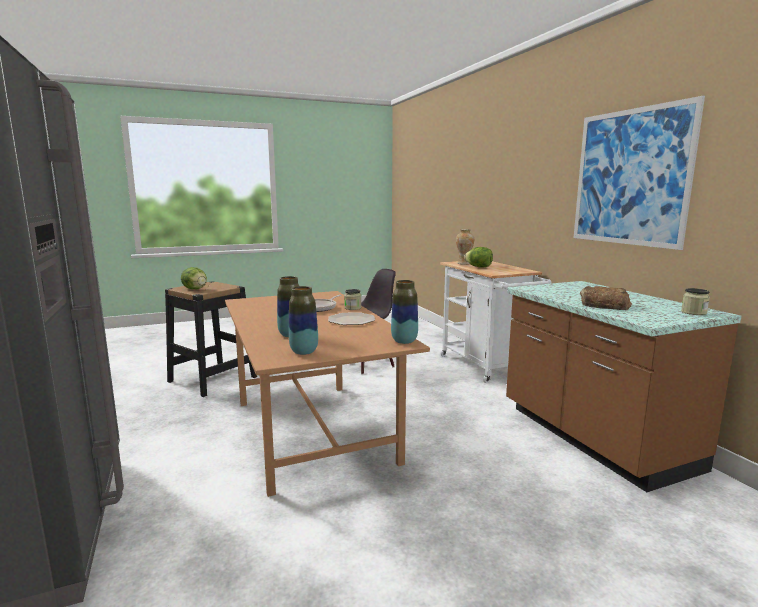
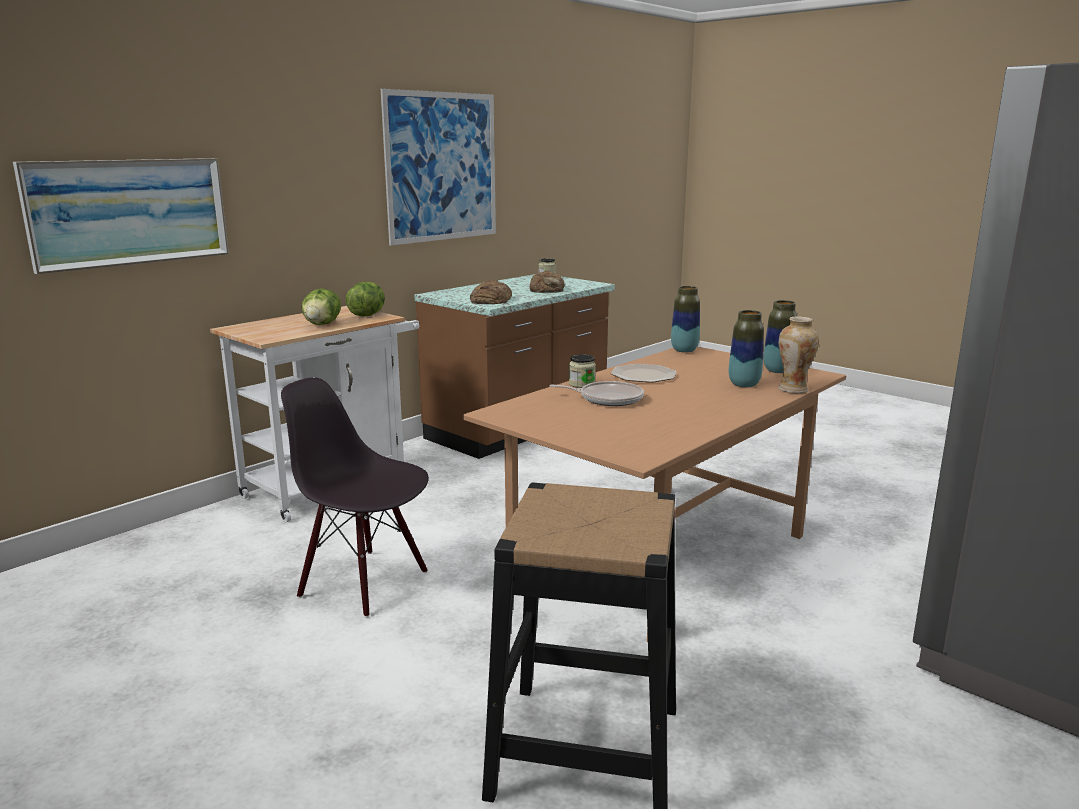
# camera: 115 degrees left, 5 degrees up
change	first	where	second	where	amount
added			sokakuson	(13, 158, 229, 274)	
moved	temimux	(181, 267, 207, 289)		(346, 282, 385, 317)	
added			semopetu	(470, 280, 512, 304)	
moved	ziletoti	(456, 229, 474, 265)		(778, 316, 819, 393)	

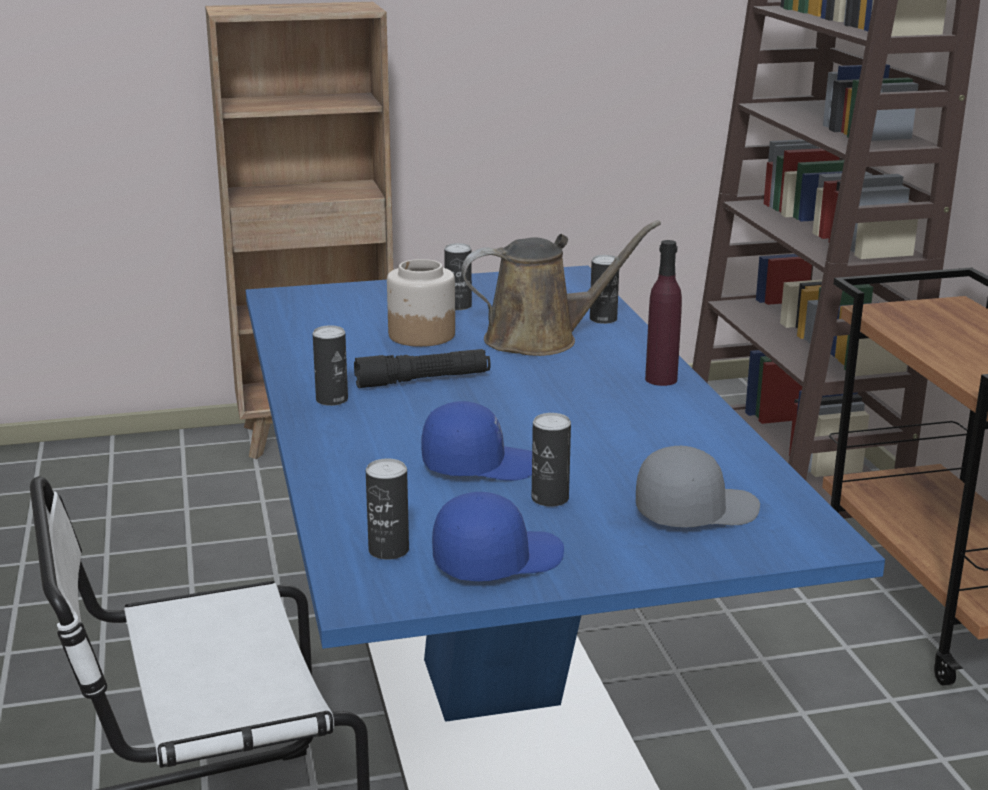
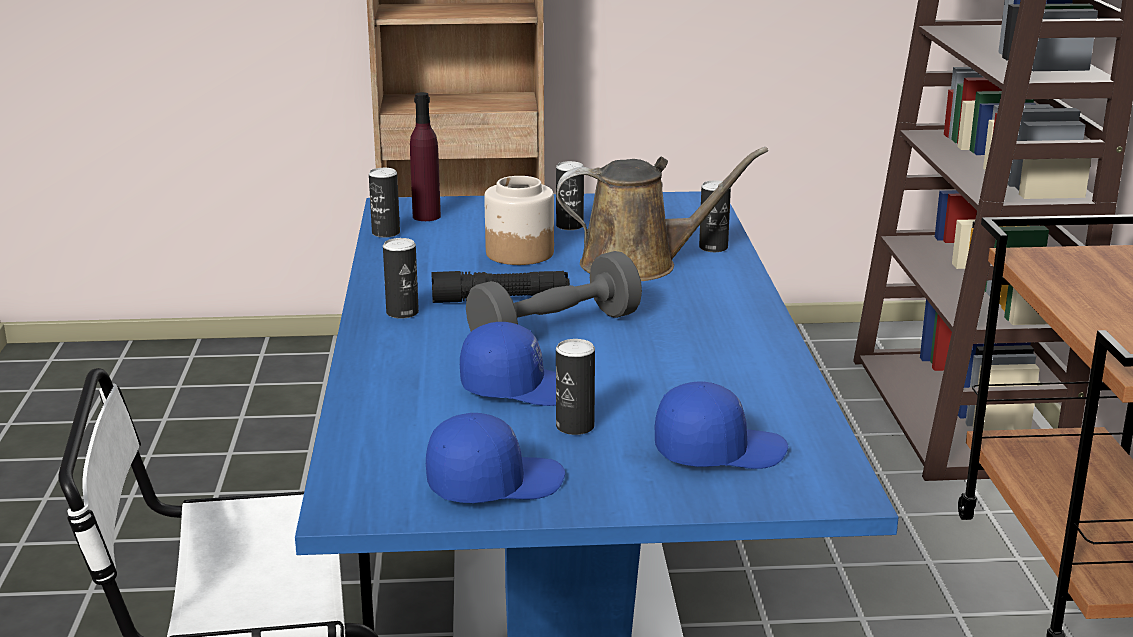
# camera: 10 degrees right, 0 degrees up
change	first	where	second	where	amount
moved	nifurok	(366, 459, 409, 560)		(369, 168, 400, 238)	
moved	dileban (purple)	(645, 240, 682, 386)		(410, 92, 441, 221)	
added			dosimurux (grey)	(466, 251, 642, 331)	
recoloured	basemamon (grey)	(636, 446, 760, 528)	basemamon (blue)	(655, 381, 788, 469)	

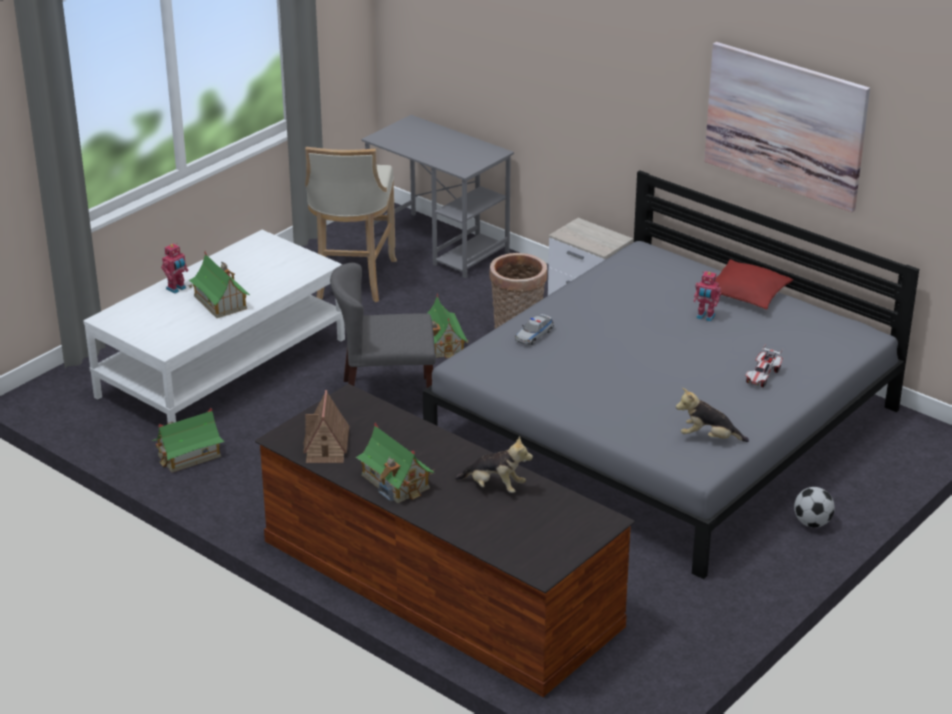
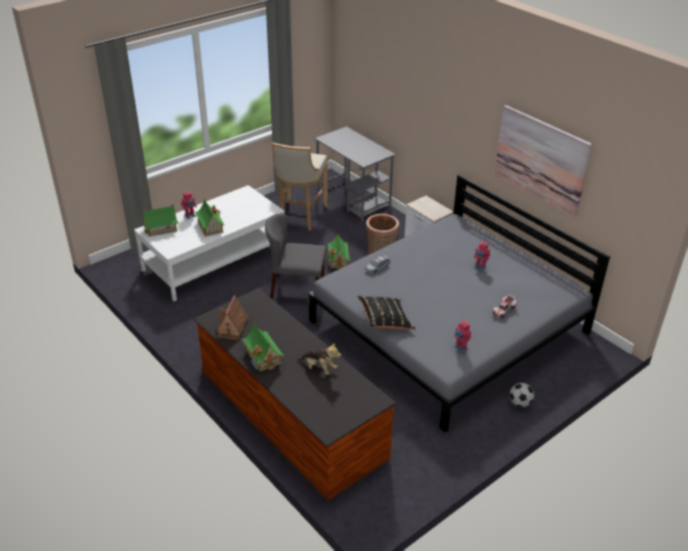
# camera: 10 degrees right, 5 degrees up
change	first	where	second	where	amount
moved	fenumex	(152, 408, 225, 472)		(142, 204, 179, 237)	
added			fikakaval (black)	(357, 296, 415, 330)	
replaced	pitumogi	(676, 388, 749, 442)	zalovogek	(453, 320, 471, 353)	
removed	fikakaval (red)	(715, 259, 793, 310)			

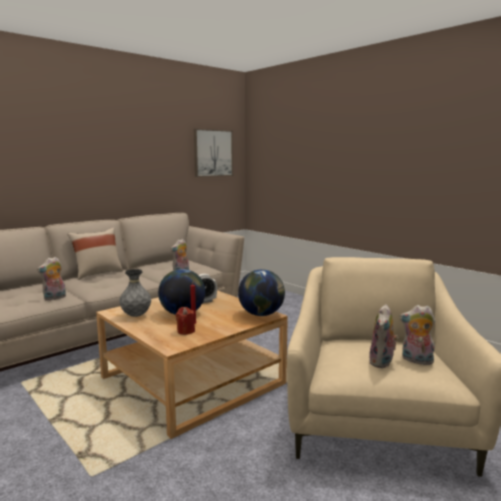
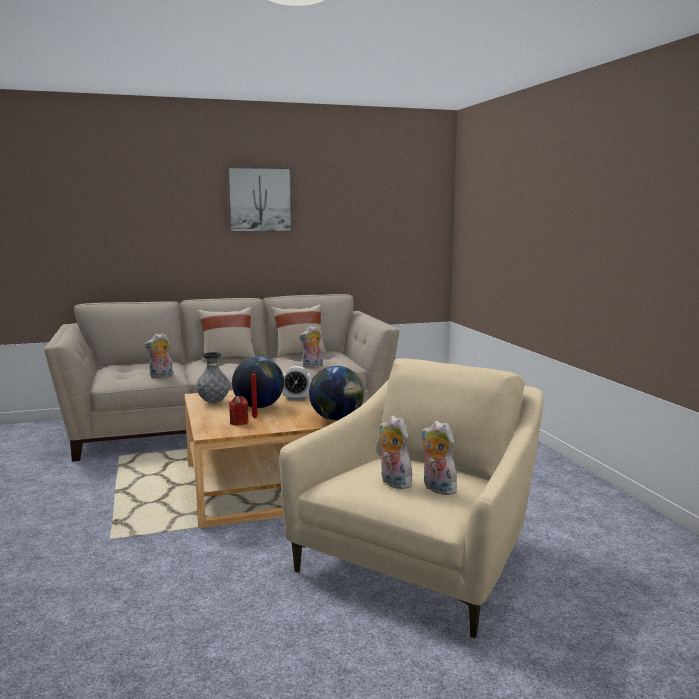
# camera: 25 degrees right, 0 degrees up
change	first	where	second	where	amount
moved	sokakuson	(194, 129, 233, 177)		(227, 166, 293, 233)	
added			fikakaval (beige)	(271, 304, 326, 358)	
turned	pitumogi	(369, 304, 399, 368)		(379, 416, 412, 489)	90 degrees clockwise

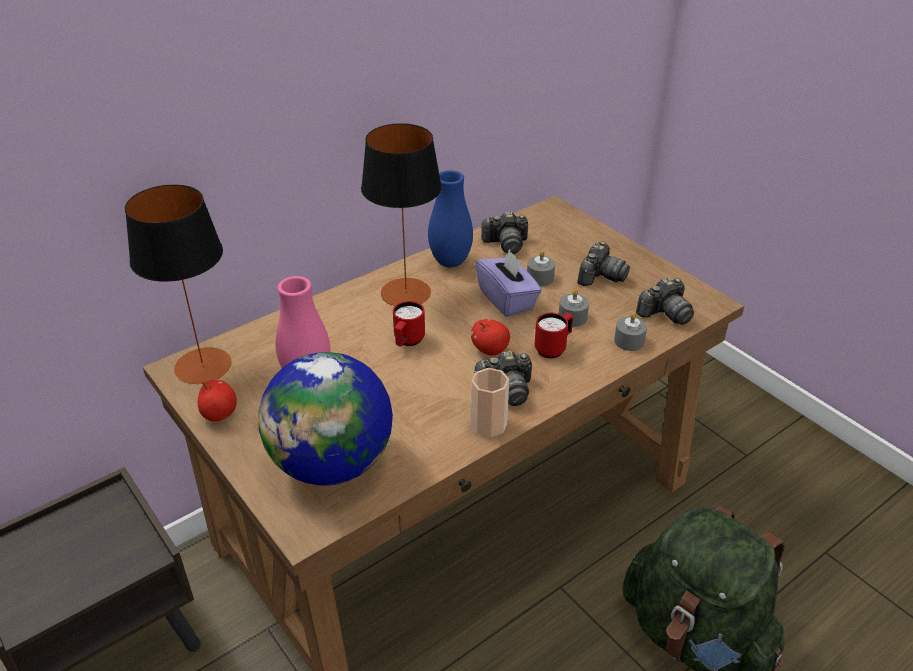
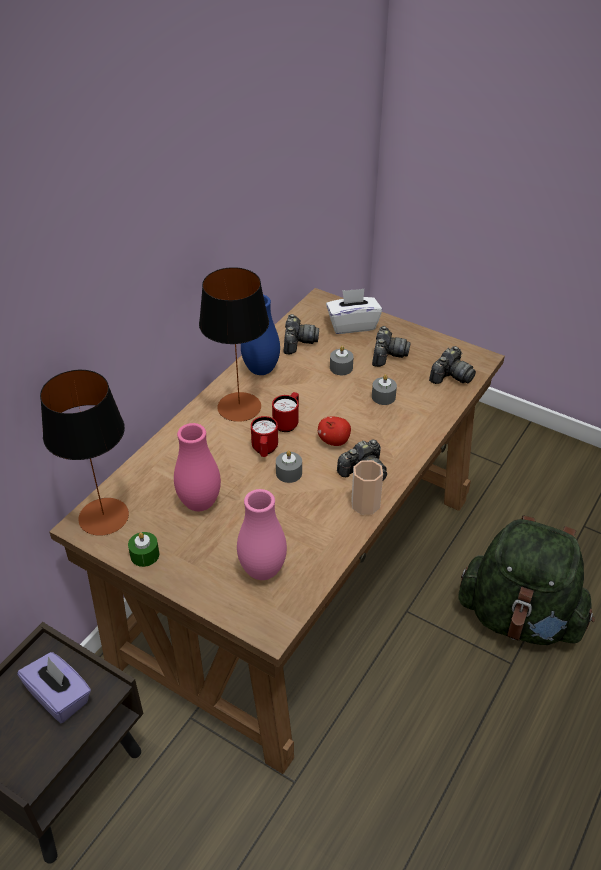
# camera: 20 degrees left, 5 degrees up
change	first	where	second	where	amount
moved	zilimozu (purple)	(475, 249, 542, 317)		(17, 652, 91, 723)	
replaced	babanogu	(198, 379, 237, 421)	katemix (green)	(128, 532, 159, 567)	
replaced	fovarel	(258, 352, 393, 486)	ziletoti (pink)	(237, 489, 287, 580)	
moved	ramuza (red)	(535, 313, 573, 358)		(272, 392, 299, 432)	
moved	katemix (grey)	(614, 312, 647, 351)		(276, 450, 302, 483)	
turned	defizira	(480, 211, 528, 254)		(284, 314, 319, 354)	60 degrees counterclockwise
added			zilimozu (white)	(326, 289, 382, 334)	

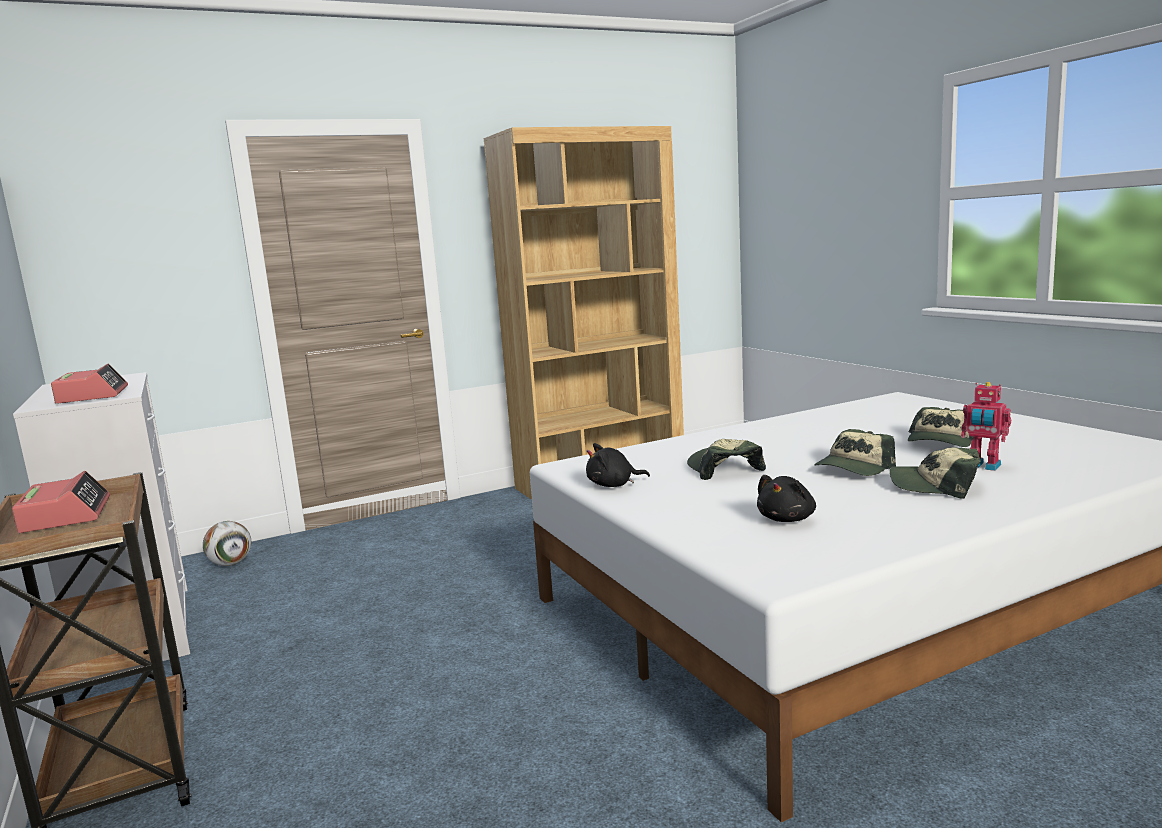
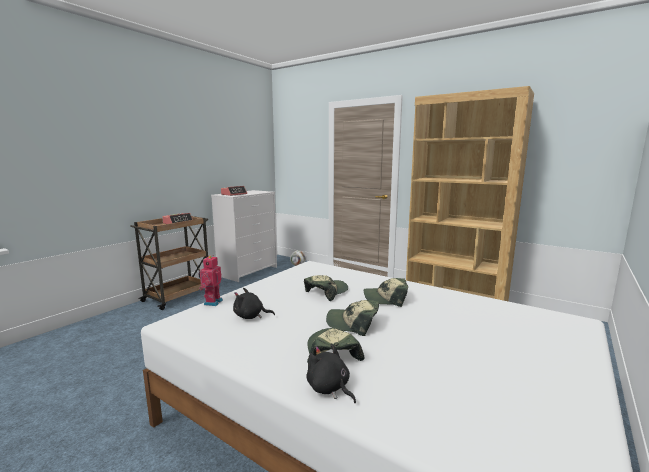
# camera: 60 degrees right, 0 degrees up
change	first	where	second	where	amount
moved	zalovogek	(961, 382, 1011, 471)		(199, 256, 223, 306)	
moved	pitumogi (black)	(586, 443, 650, 487)		(306, 344, 356, 403)	
moved	basemamon	(908, 407, 973, 447)		(364, 278, 408, 307)	

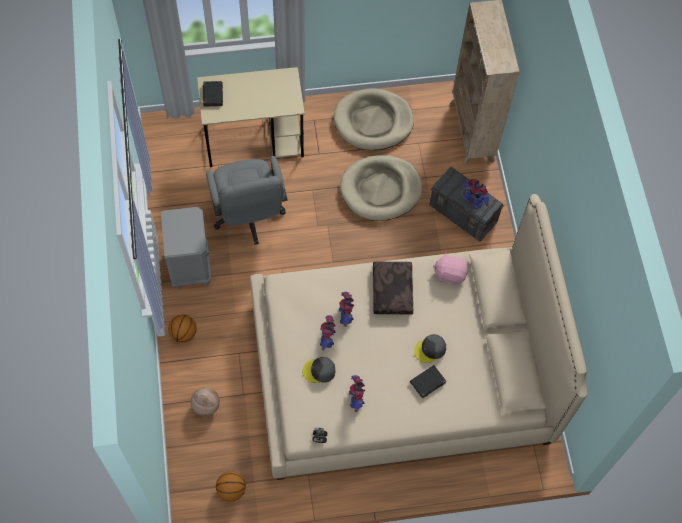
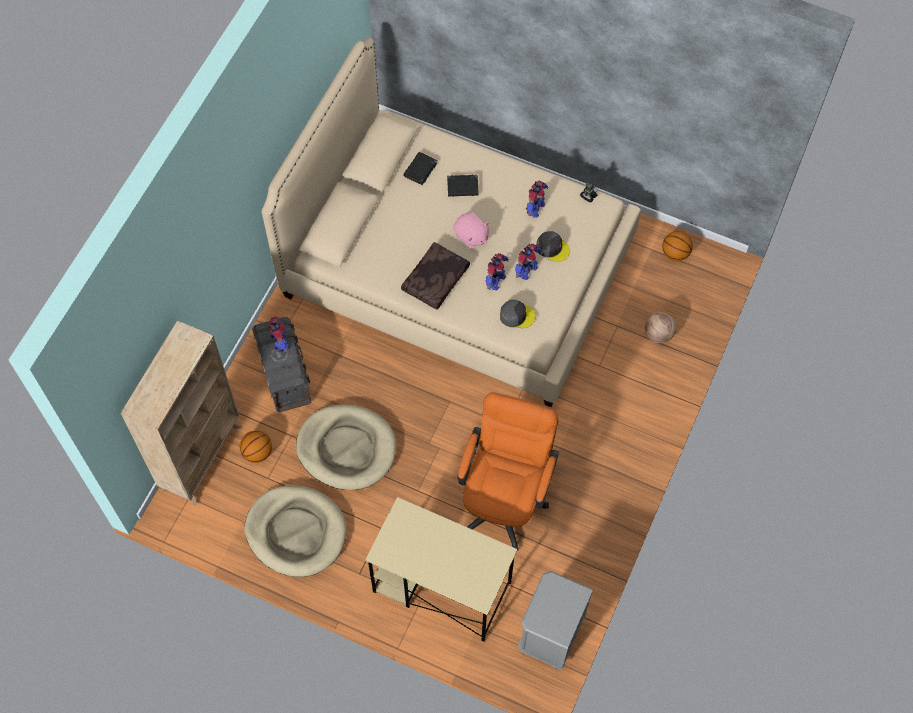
# camera: 145 degrees left, 0 degrees up
change	first	where	second	where	amount
moved	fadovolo	(168, 315, 197, 343)		(239, 431, 272, 463)	
moved	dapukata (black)	(203, 81, 223, 107)		(403, 152, 437, 185)	
moved	pitumogi (pink)	(433, 252, 468, 285)		(453, 212, 490, 249)	
recoloured	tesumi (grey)	(206, 156, 288, 245)	tesumi (orange)	(458, 392, 559, 551)	
moved	basemamon (grey)	(414, 334, 446, 363)		(500, 300, 536, 328)	
moved	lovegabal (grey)	(161, 207, 212, 289)		(518, 571, 593, 670)	

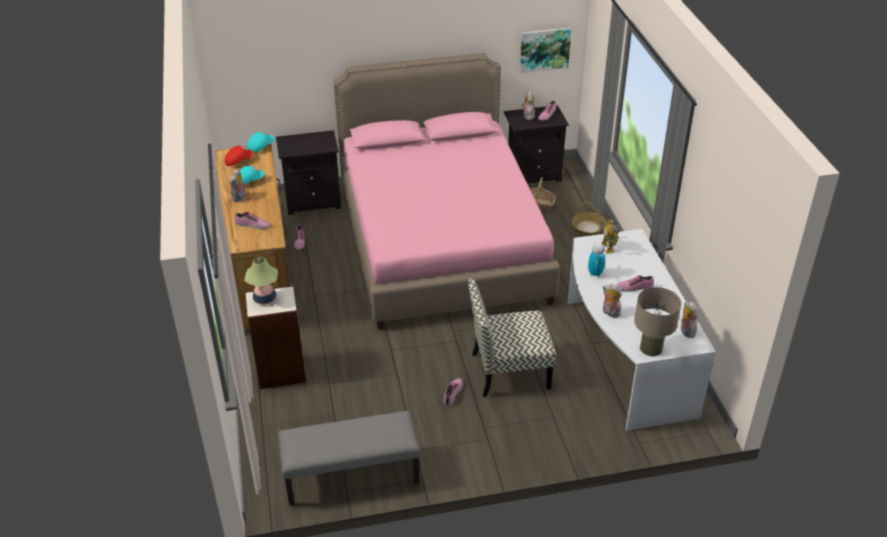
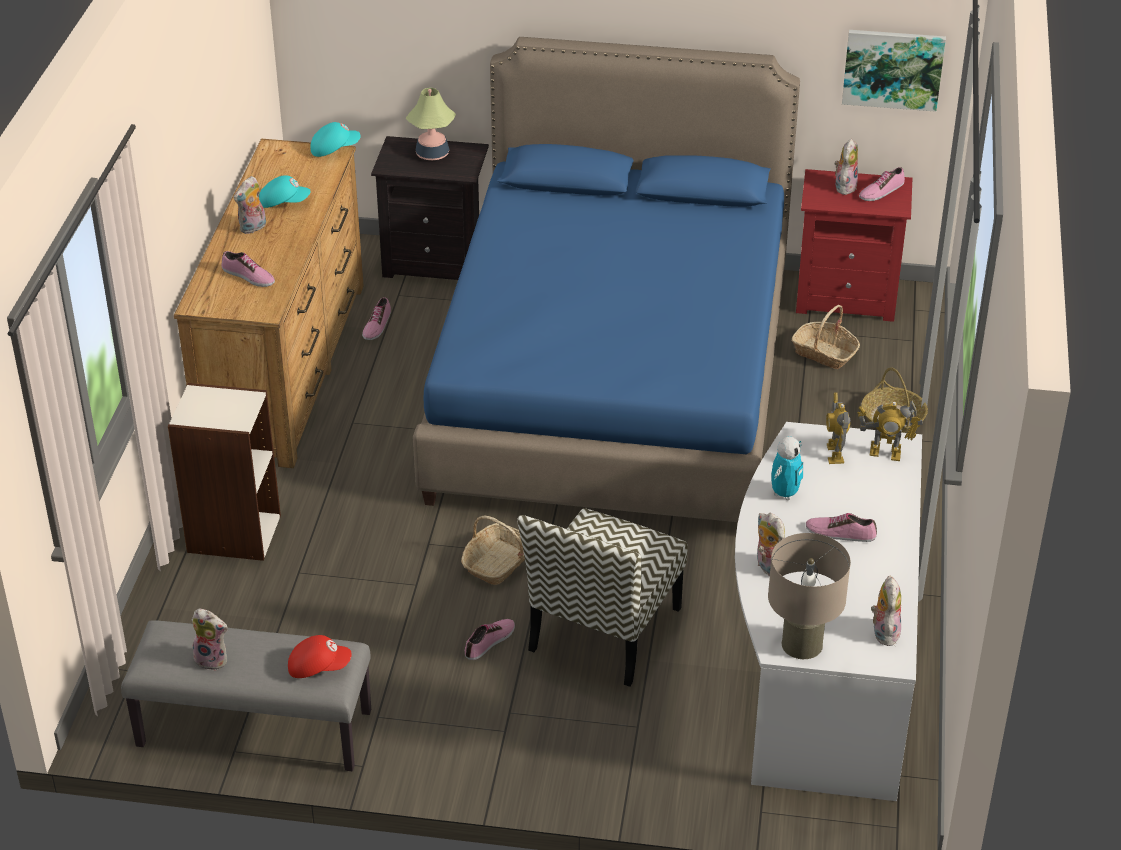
# camera: 20 degrees right, 0 degrees up
change	first	where	second	where	amount
added			pitumogi	(192, 609, 228, 671)	
moved	basemamon (red)	(225, 146, 254, 166)		(288, 635, 352, 678)	
moved	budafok	(245, 256, 278, 305)		(406, 88, 456, 160)	
recoloured	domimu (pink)	(333, 53, 560, 330)	domimu (blue)	(413, 37, 800, 524)	
added			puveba	(461, 516, 525, 585)	
turned	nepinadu	(468, 278, 556, 397)		(517, 508, 688, 687)	75 degrees counterclockwise
recoloured	lovegabal (black)	(504, 105, 569, 183)	lovegabal (red)	(796, 169, 912, 322)	
added			zalovogek	(858, 400, 923, 461)	

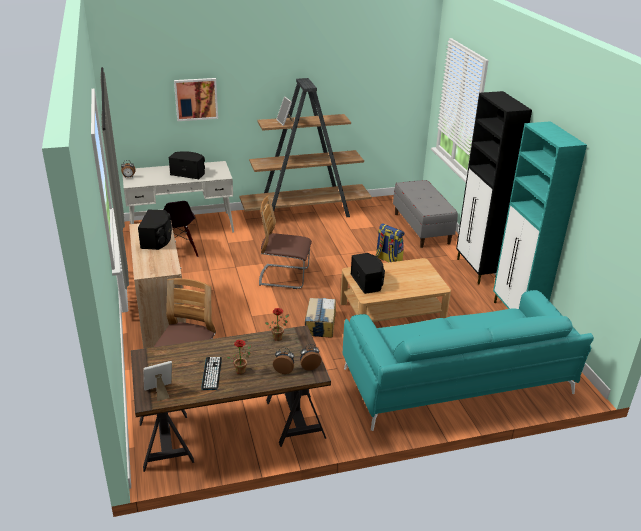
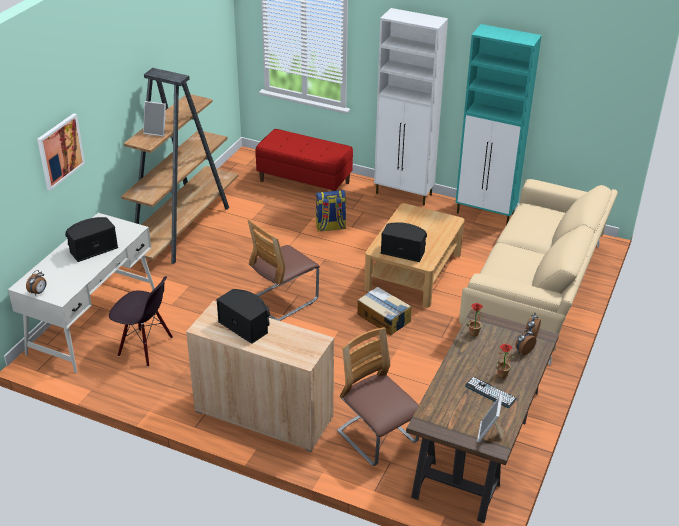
# camera: 50 degrees left, 5 degrees up
change	first	where	second	where	amount
recoloured	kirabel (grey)	(393, 180, 458, 248)	kirabel (red)	(255, 129, 353, 191)	
recoloured	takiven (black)	(456, 91, 532, 284)	takiven (white)	(374, 8, 448, 205)	
recoloured	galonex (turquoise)	(343, 290, 594, 431)	galonex (beige)	(459, 179, 618, 365)	

